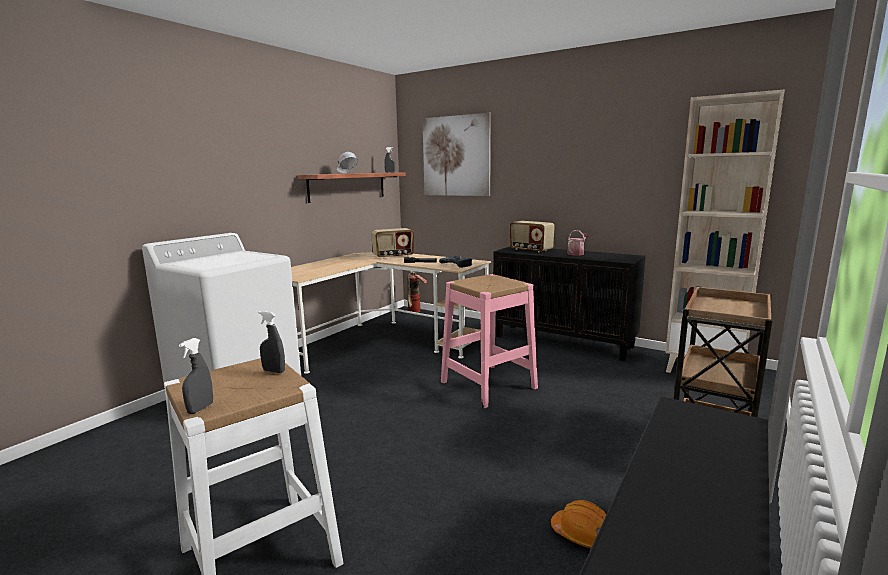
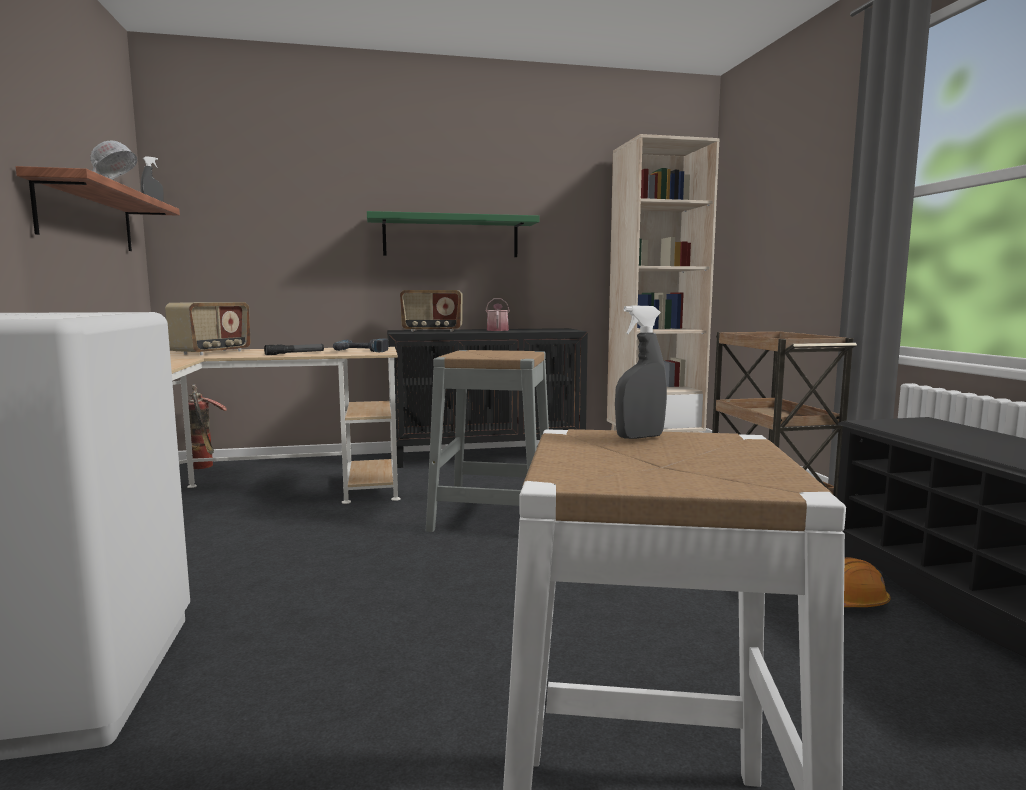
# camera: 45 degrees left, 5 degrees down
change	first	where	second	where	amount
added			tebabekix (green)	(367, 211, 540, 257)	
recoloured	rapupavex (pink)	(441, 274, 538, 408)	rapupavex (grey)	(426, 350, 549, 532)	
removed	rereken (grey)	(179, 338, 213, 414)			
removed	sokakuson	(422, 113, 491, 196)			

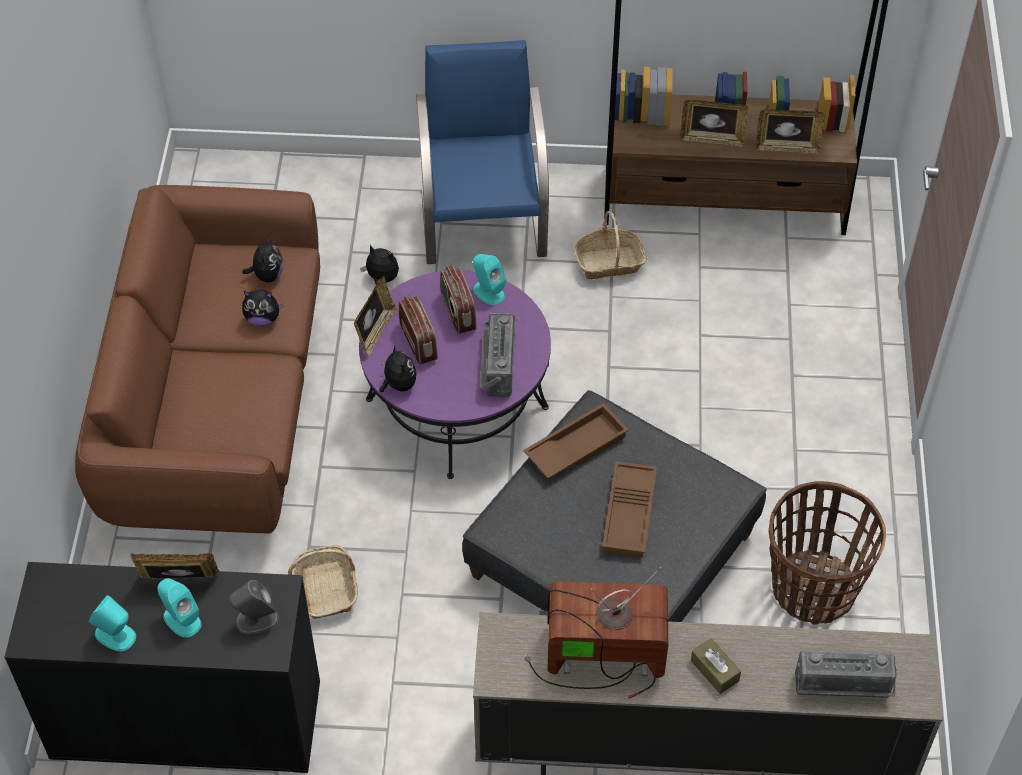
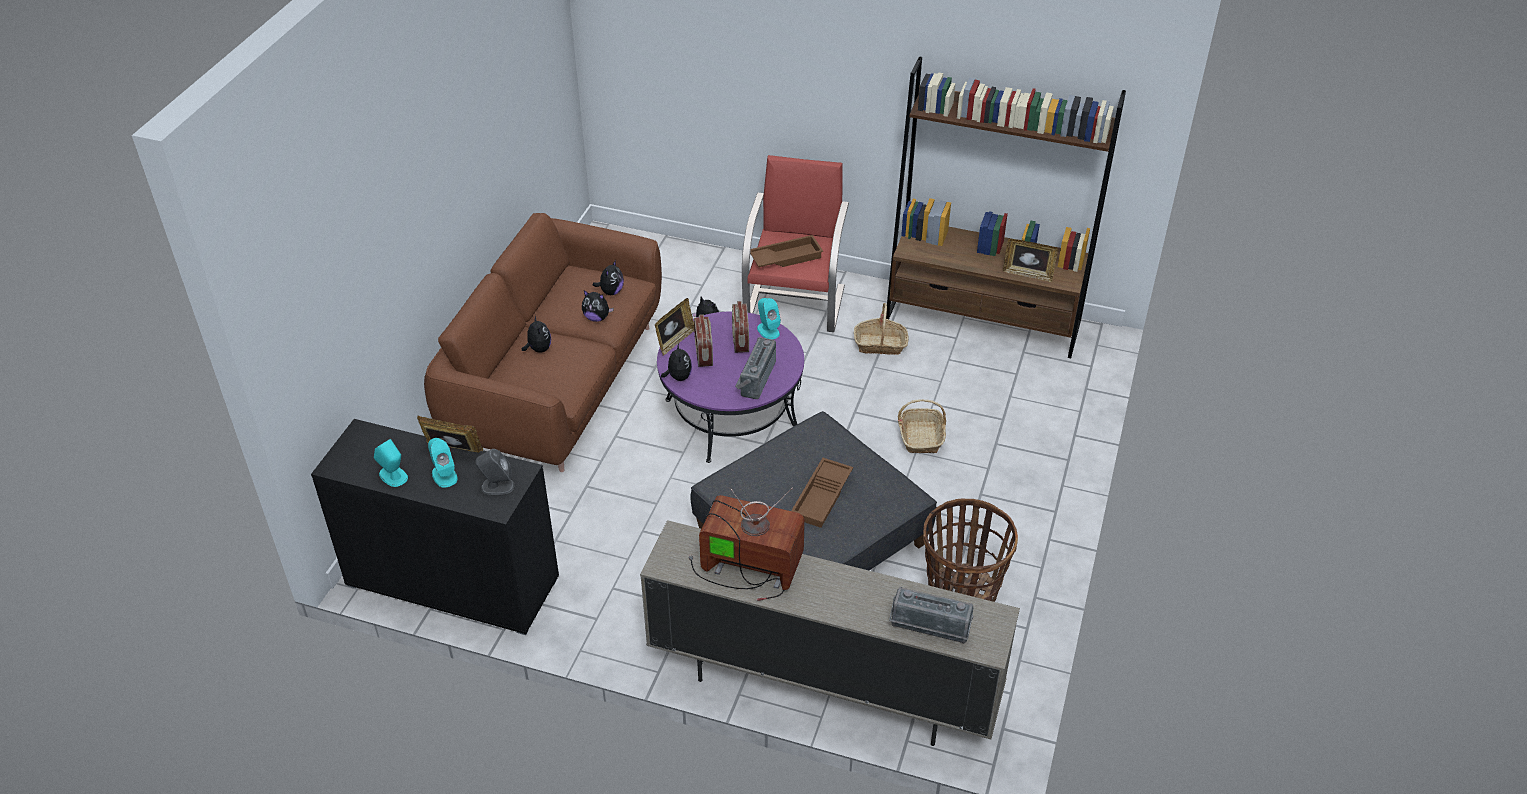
# camera: 15 degrees right, 10 degrees down
change	first	where	second	where	amount
added			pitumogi	(522, 315, 551, 353)	
recoloured	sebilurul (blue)	(416, 40, 549, 264)	sebilurul (red)	(742, 155, 849, 332)	
moved	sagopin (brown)	(523, 403, 629, 479)		(750, 235, 823, 267)	
moved	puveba	(288, 545, 358, 619)		(898, 399, 946, 453)	
removed	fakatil	(680, 100, 748, 147)			
removed	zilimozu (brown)	(691, 638, 741, 694)			

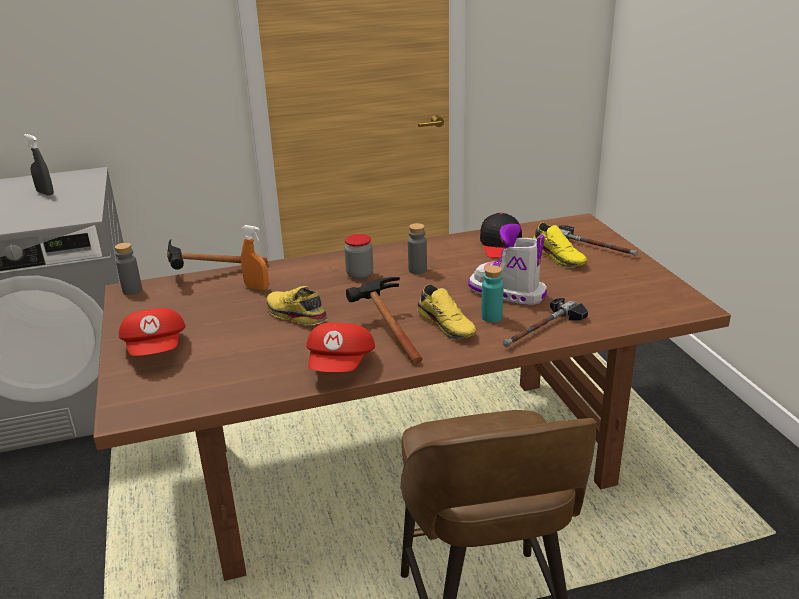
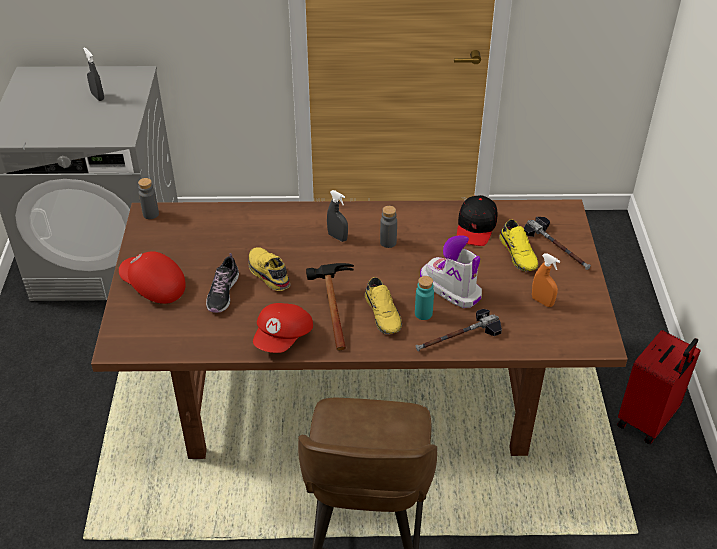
# camera: 15 degrees right, 15 degrees up
change	first	where	second	where	amount
turned	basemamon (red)	(119, 308, 186, 356)		(119, 251, 186, 304)	120 degrees clockwise
added			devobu	(206, 253, 239, 313)	
replaced	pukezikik	(344, 234, 373, 280)	rereken (grey)	(327, 190, 348, 242)	
moved	rereken (orange)	(241, 225, 269, 290)		(532, 254, 560, 307)	
added			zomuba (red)	(617, 330, 701, 445)	
removed	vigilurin	(167, 239, 267, 270)			

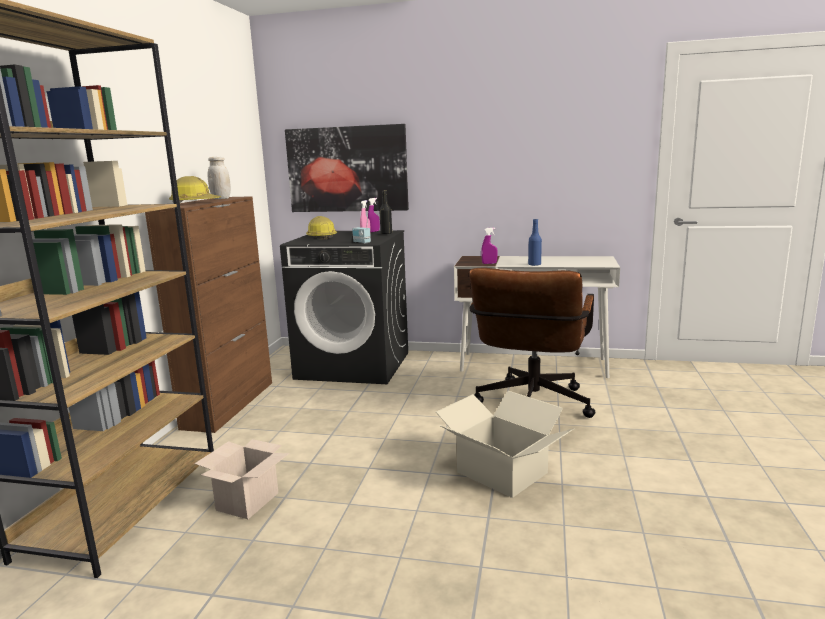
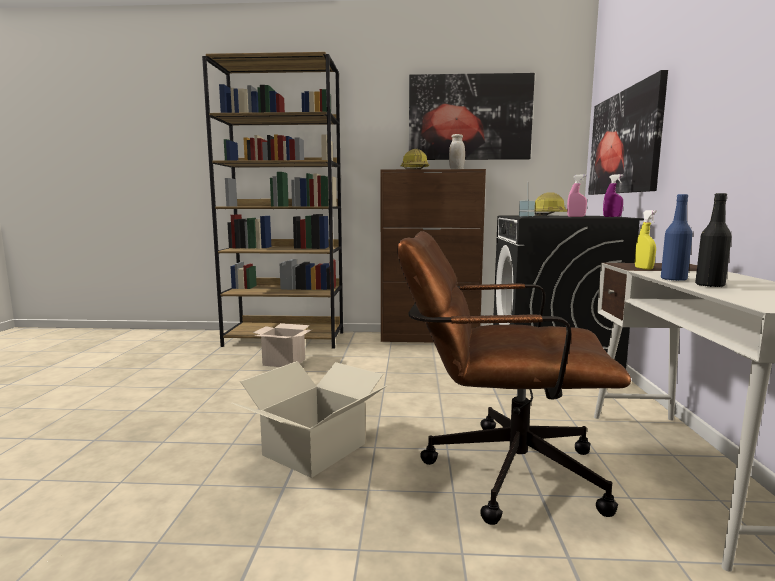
# camera: 80 degrees right, 5 degrees down
change	first	where	second	where	amount
added			sokakuson	(409, 73, 535, 160)	
recoloured	rereken (purple)	(481, 228, 498, 264)	rereken (yellow)	(635, 210, 657, 270)	
moved	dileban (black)	(379, 191, 392, 234)		(695, 193, 732, 287)	

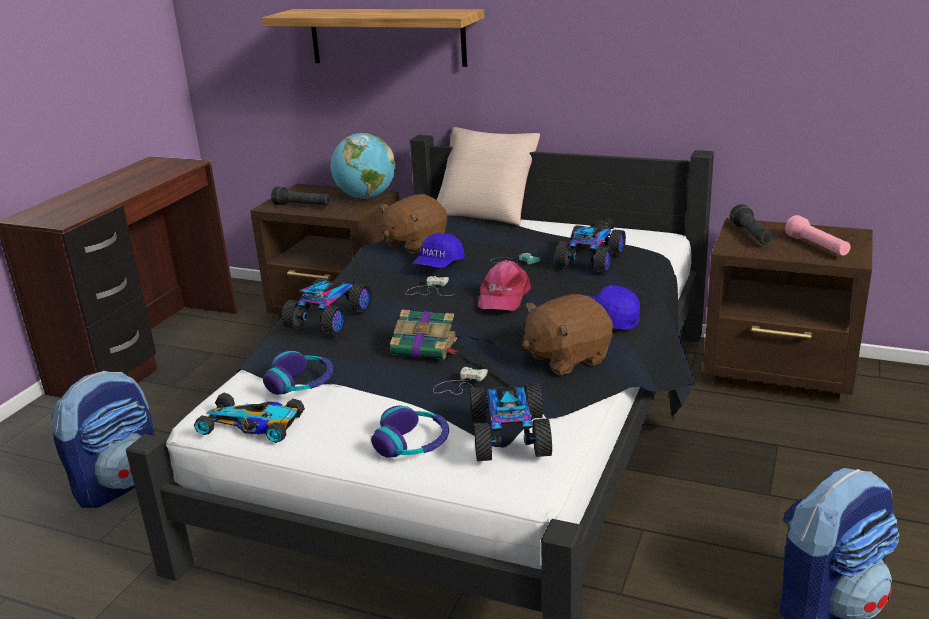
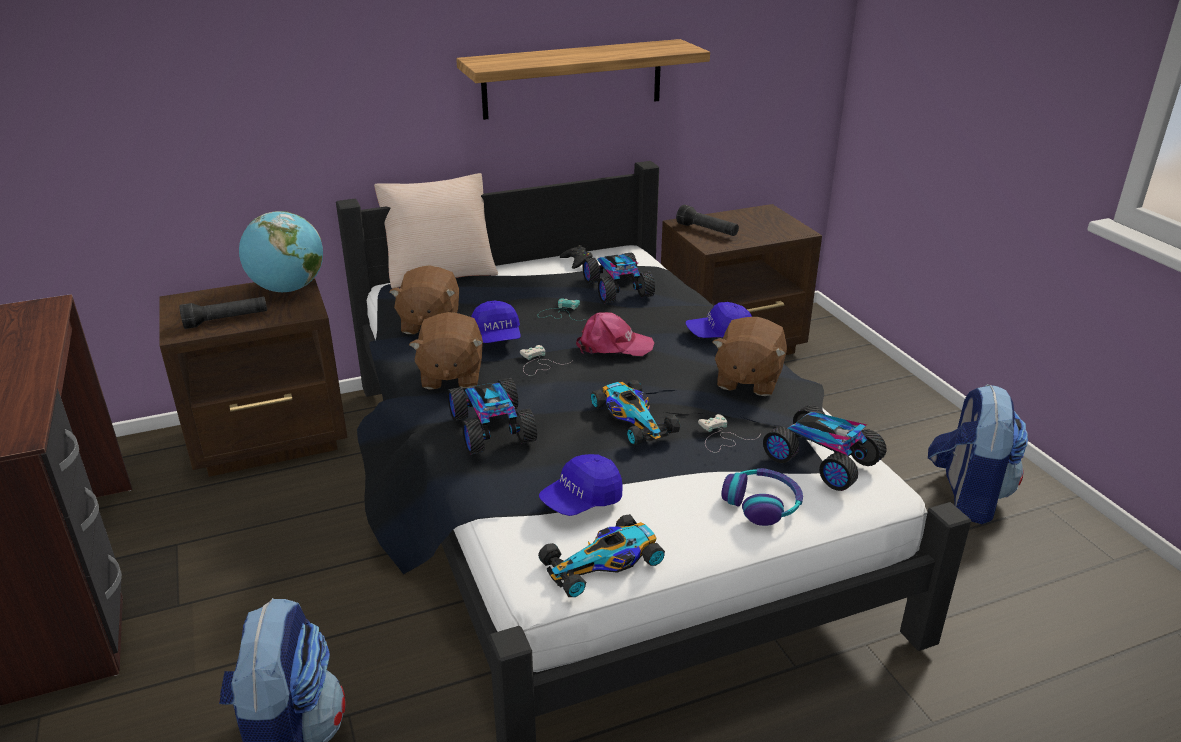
# camera: 45 degrees left, 5 degrees up
change	first	where	second	where	amount
added			pitumogi (brown)	(409, 312, 483, 389)	
moved	tebabekix	(262, 9, 484, 67)		(456, 39, 710, 120)	
replaced	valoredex	(263, 351, 334, 395)	basemamon (blue)	(539, 454, 623, 516)	
turned	basemamon (pink)	(478, 260, 532, 311)		(576, 312, 654, 356)	60 degrees counterclockwise
replaced	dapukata	(390, 310, 457, 359)	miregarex	(591, 380, 680, 445)	
removed	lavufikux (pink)	(785, 215, 850, 256)			

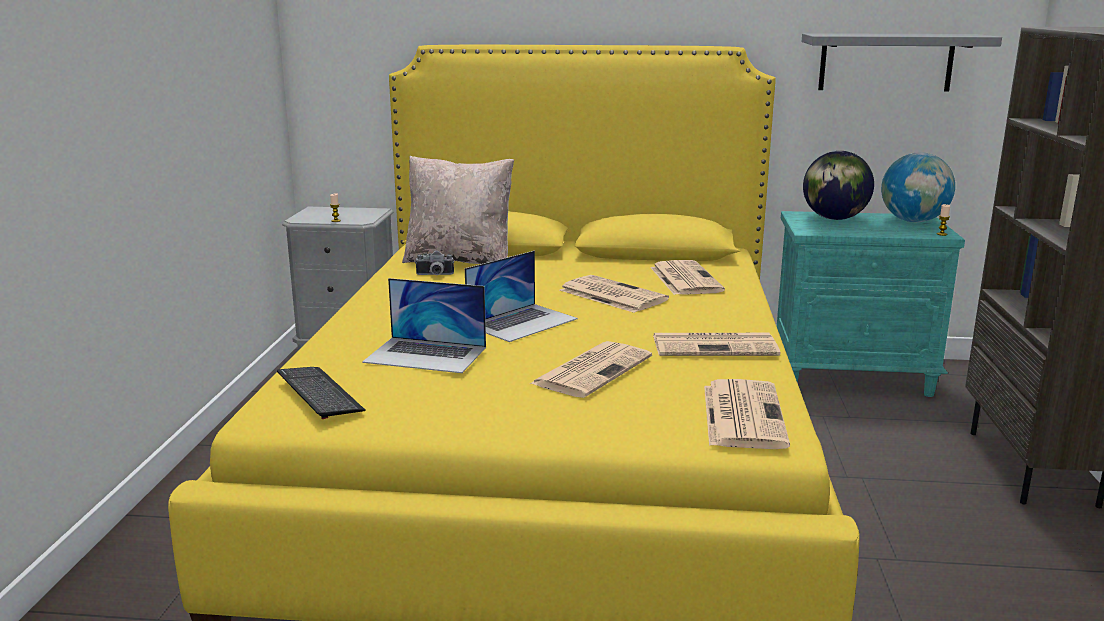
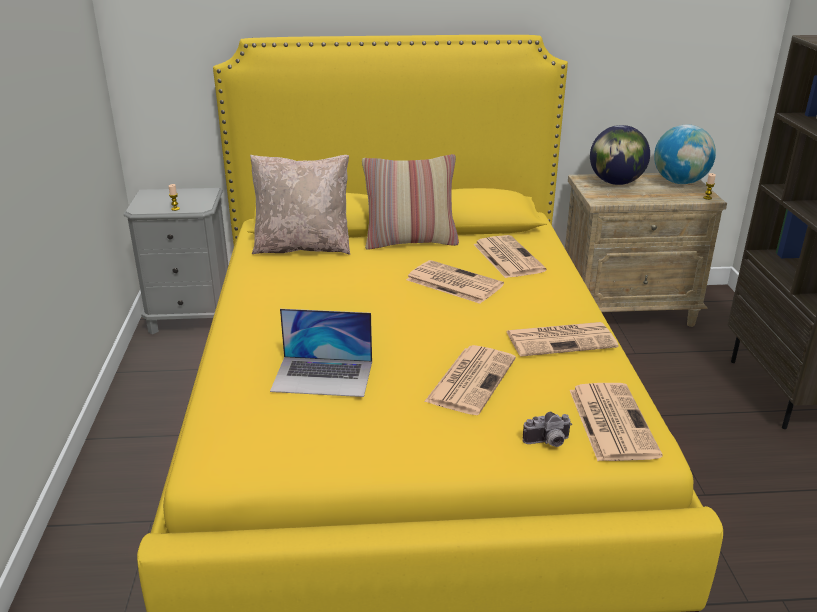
# camera: 10 degrees left, 10 degrees up
change	first	where	second	where	amount
added			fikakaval	(362, 154, 459, 250)	
moved	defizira	(415, 251, 454, 275)		(523, 412, 572, 447)	
recoloured	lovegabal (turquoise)	(777, 211, 965, 397)	lovegabal (beige)	(565, 173, 727, 327)	
removed	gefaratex	(277, 367, 366, 419)			
removed	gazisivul	(465, 251, 578, 342)			
removed	tebabekix (grey)	(802, 33, 1002, 91)			

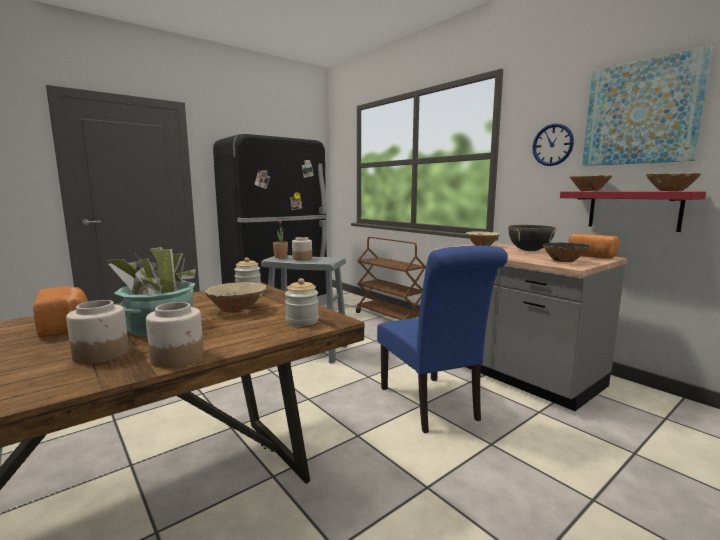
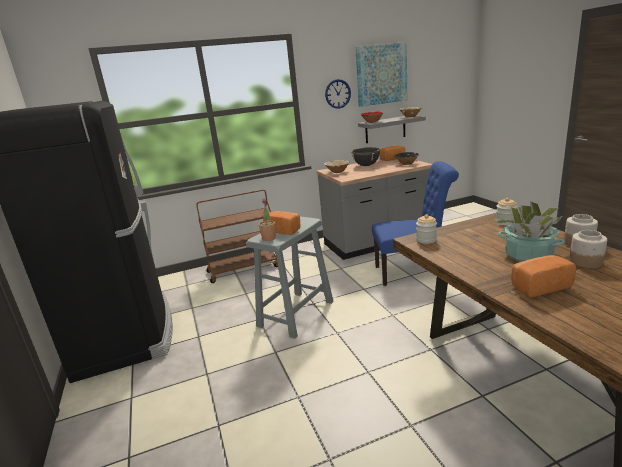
# camera: 70 degrees left, 10 degrees up
change	first	where	second	where	amount
replaced	pukezikik	(292, 237, 312, 261)	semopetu	(263, 211, 300, 235)	
recoloured	tebabekix (red)	(560, 191, 706, 232)	tebabekix (grey)	(358, 116, 426, 143)	
removed	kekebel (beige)	(205, 282, 266, 313)			

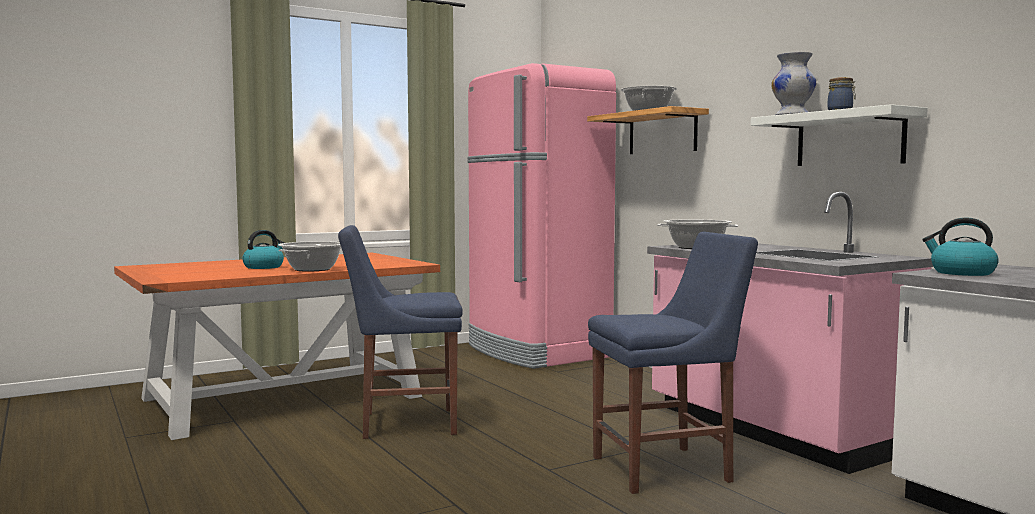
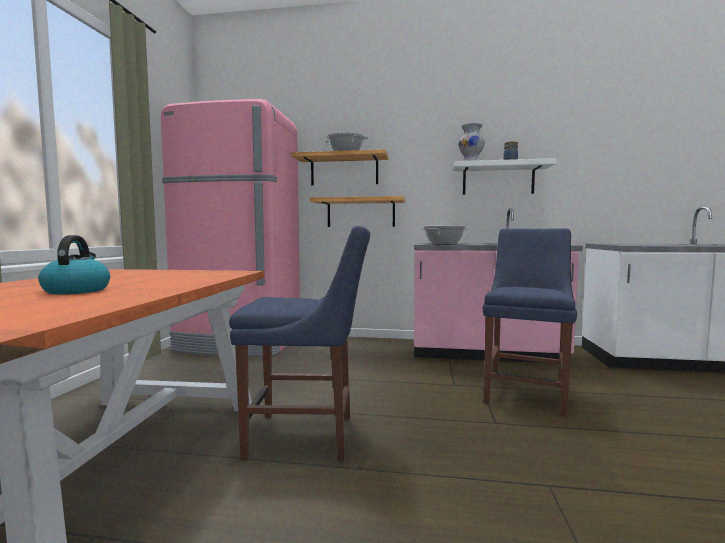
# camera: 50 degrees left, 0 degrees up
change	first	where	second	where	amount
turned	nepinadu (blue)	(338, 225, 463, 439)		(229, 226, 370, 461)	120 degrees counterclockwise
added			tebabekix	(309, 196, 405, 227)	
removed	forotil	(278, 241, 341, 271)			
removed	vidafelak	(922, 217, 999, 276)			

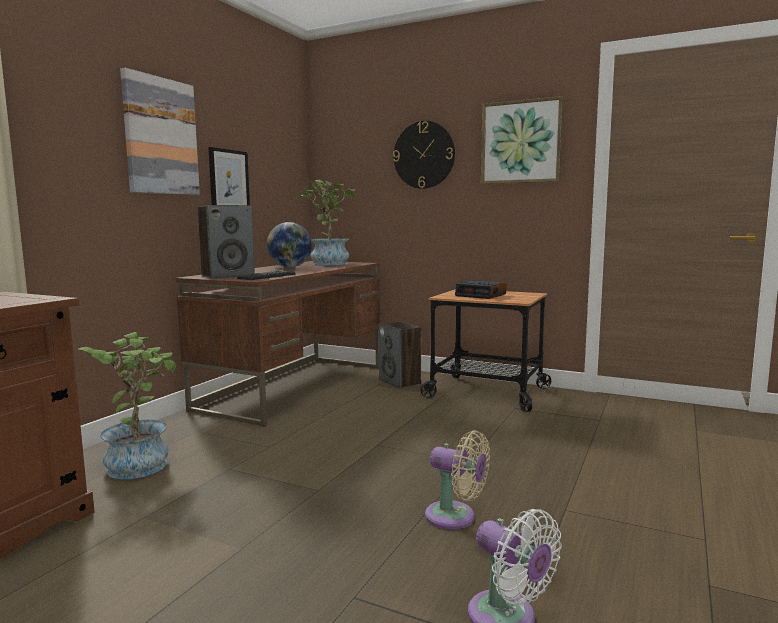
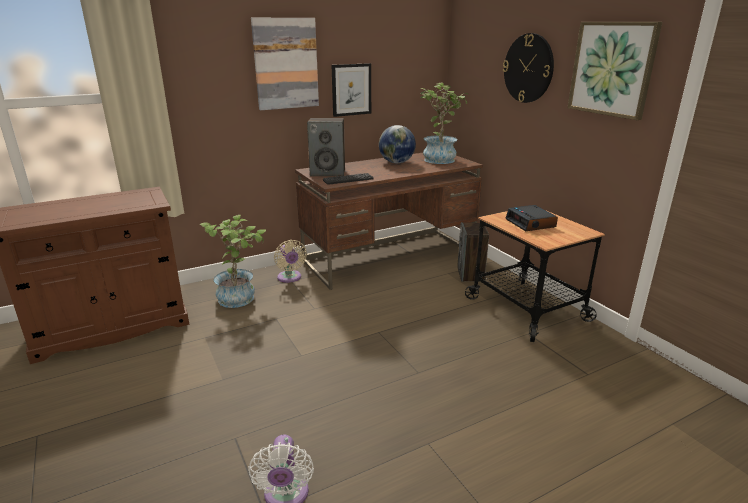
# camera: 35 degrees right, 15 degrees up
change	first	where	second	where	amount
moved	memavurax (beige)	(425, 430, 490, 529)		(274, 240, 307, 283)	

